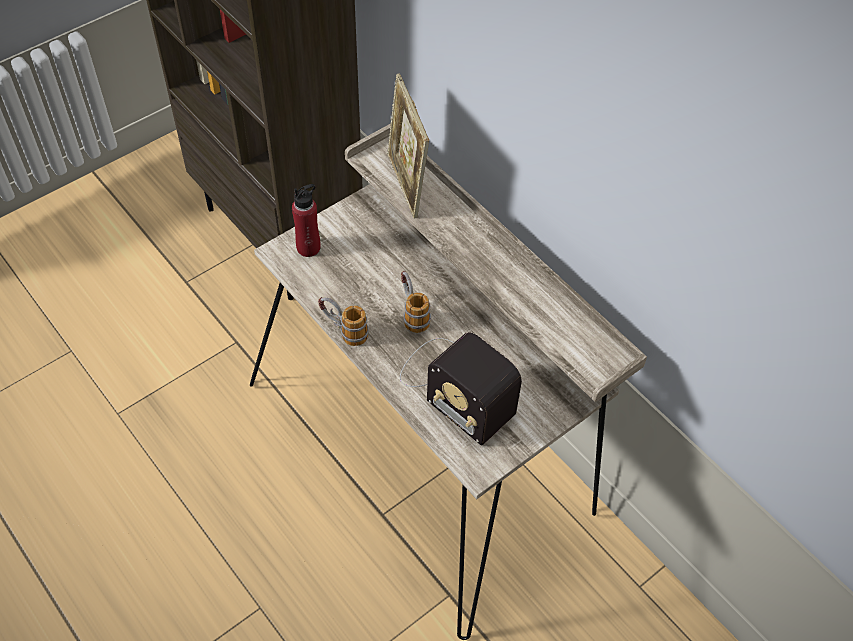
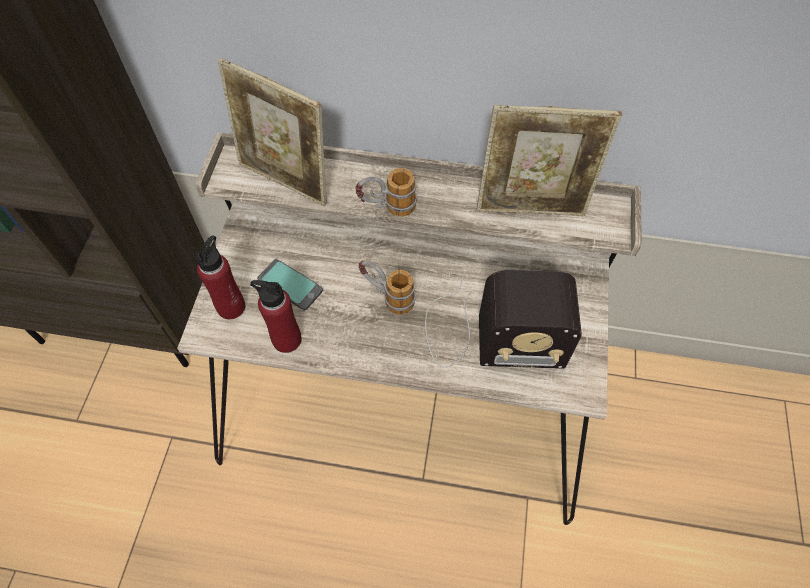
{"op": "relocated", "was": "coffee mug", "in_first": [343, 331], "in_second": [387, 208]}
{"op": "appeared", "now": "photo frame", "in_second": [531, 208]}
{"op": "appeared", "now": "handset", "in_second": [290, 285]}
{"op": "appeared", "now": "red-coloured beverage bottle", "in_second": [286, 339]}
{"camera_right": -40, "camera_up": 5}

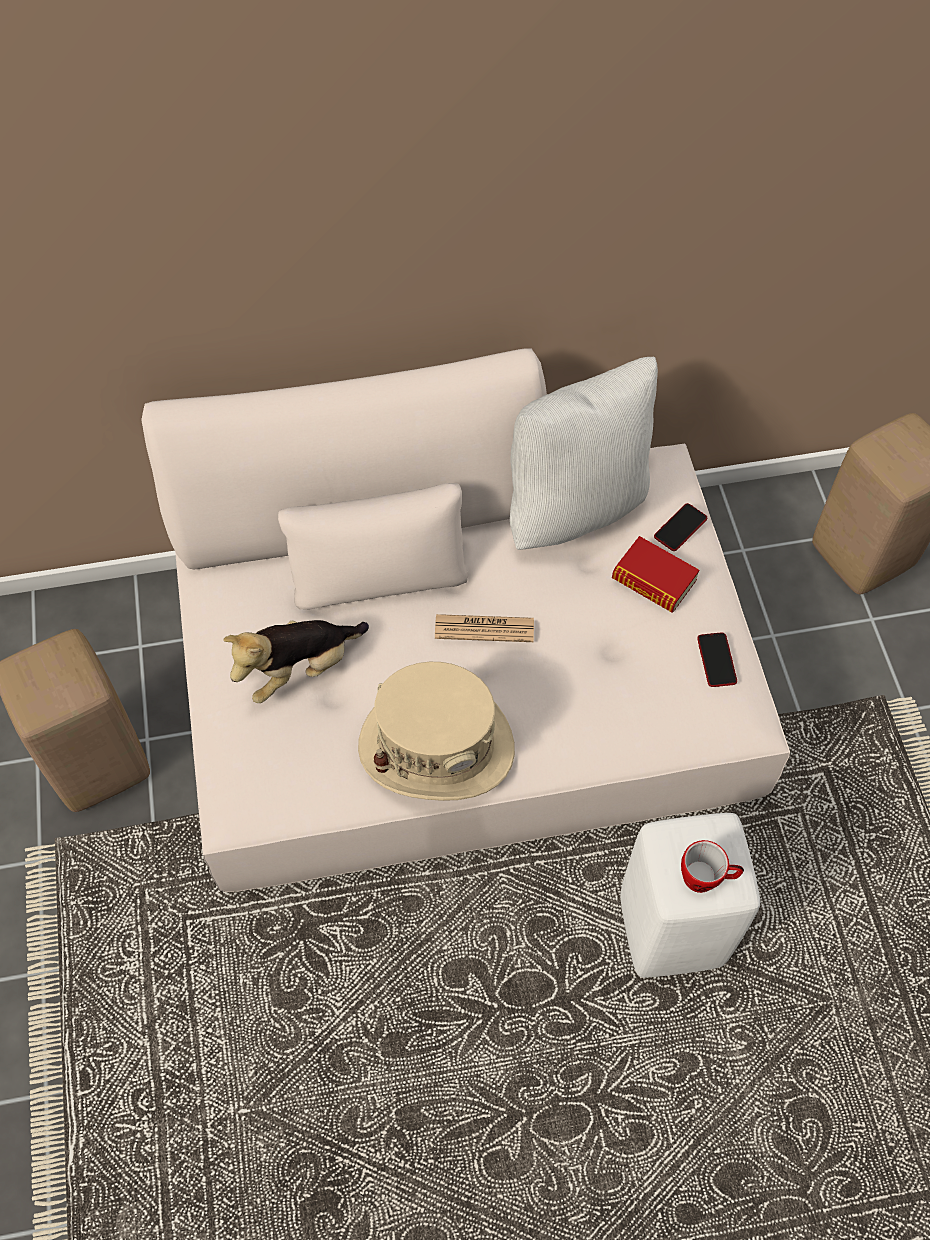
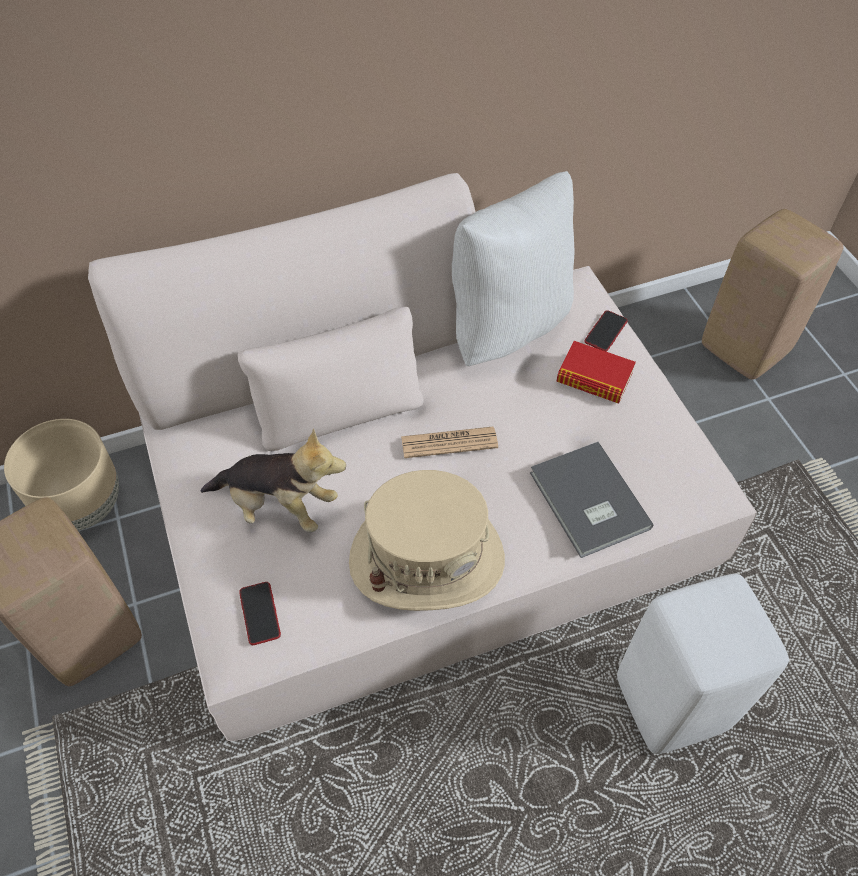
{"op": "spun", "was": "soft toy", "in_first": [300, 669], "in_second": [279, 506], "clockwise": -120}
{"op": "relocated", "was": "handset", "in_first": [716, 660], "in_second": [260, 613]}
{"op": "missing", "was": "coffee mug", "in_first": [706, 878]}
{"op": "appeared", "now": "beige planter", "in_second": [84, 505]}
{"op": "appeared", "now": "greyish volume", "in_second": [587, 503]}
{"camera_right": -10, "camera_up": -5}

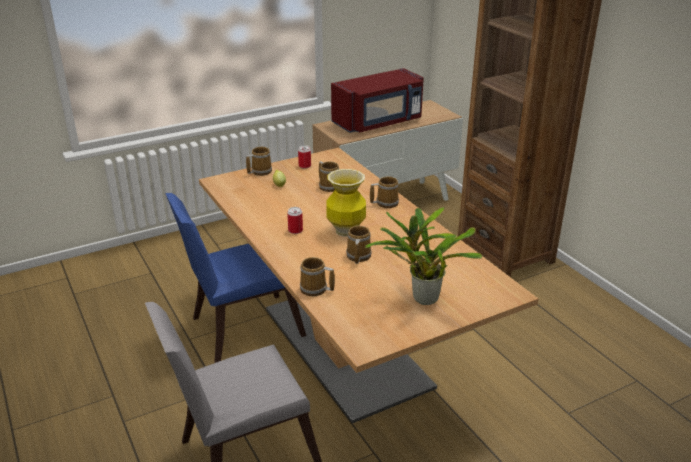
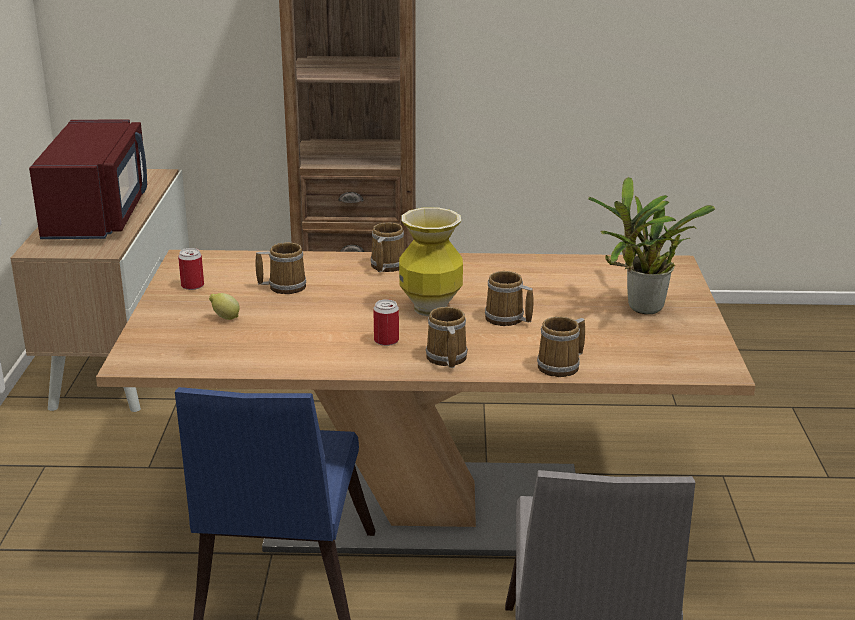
{"op": "relocated", "was": "coffee mug", "in_first": [260, 171], "in_second": [445, 358]}
{"camera_right": -60, "camera_up": -5}

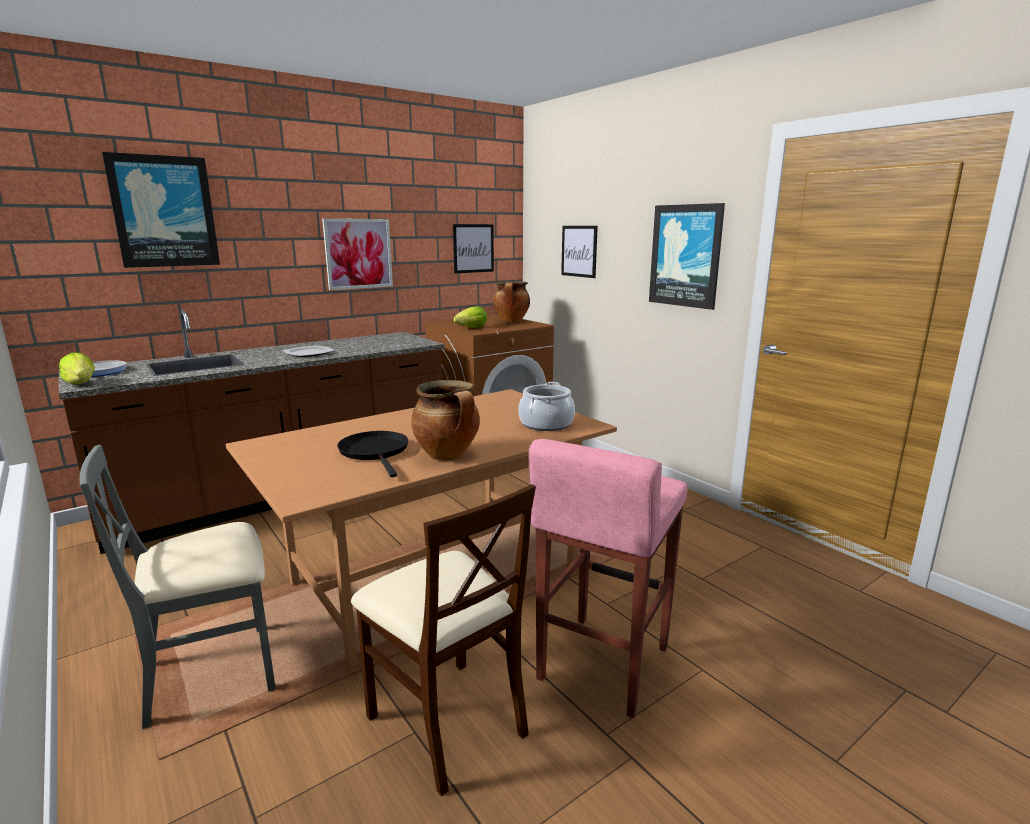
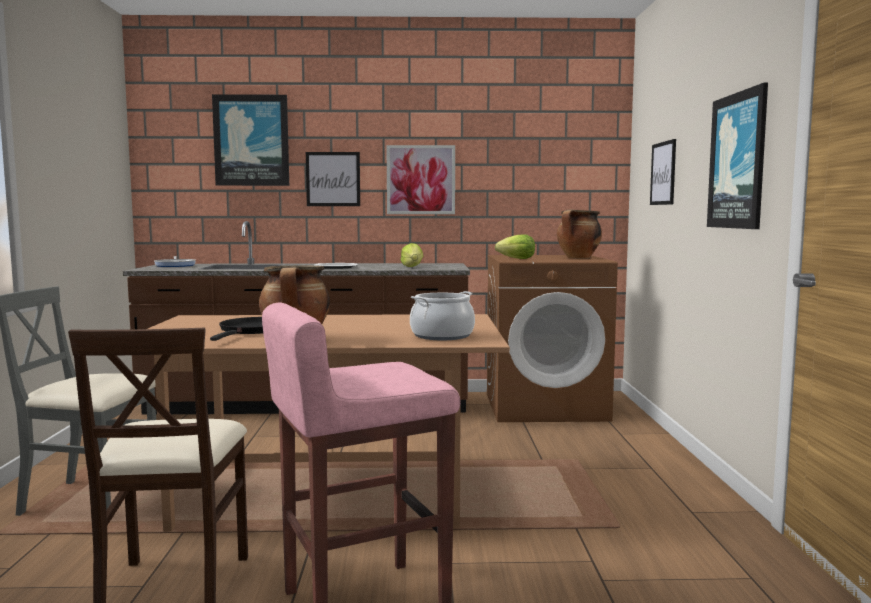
{"op": "relocated", "was": "wall art", "in_first": [473, 248], "in_second": [333, 179]}
{"op": "relocated", "was": "lettuce", "in_first": [81, 384], "in_second": [412, 267]}
{"camera_right": 35, "camera_up": -10}

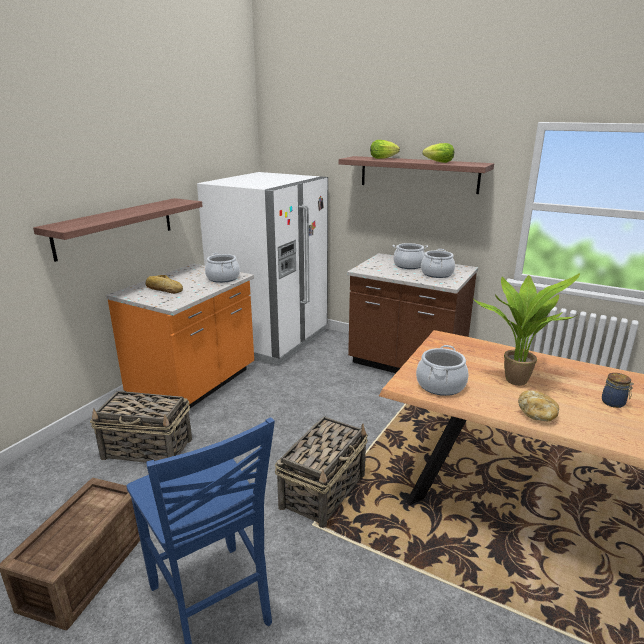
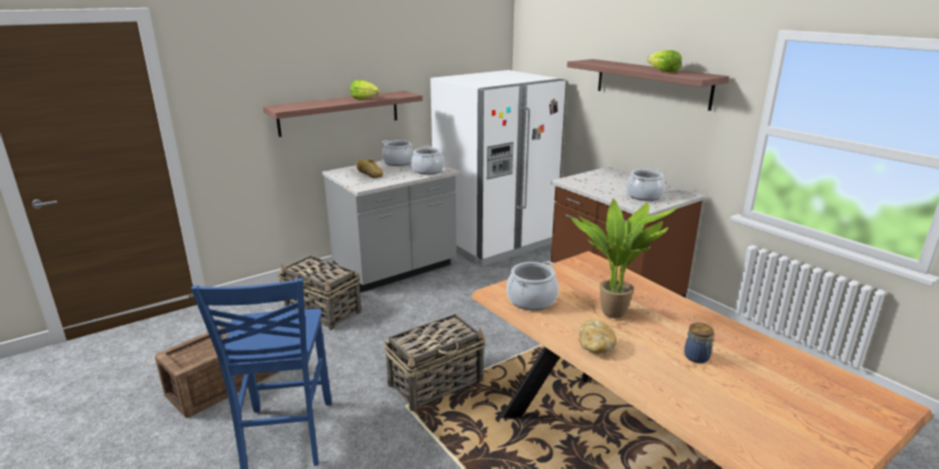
{"op": "relocated", "was": "lettuce", "in_first": [382, 158], "in_second": [364, 99]}
{"op": "relocated", "was": "cooking pot", "in_first": [409, 265], "in_second": [398, 162]}
{"op": "colour", "was": "orange-coloured counter", "now": "greyish counter", "in_first": [195, 386], "in_second": [396, 269]}
{"camera_right": 25, "camera_up": 0}

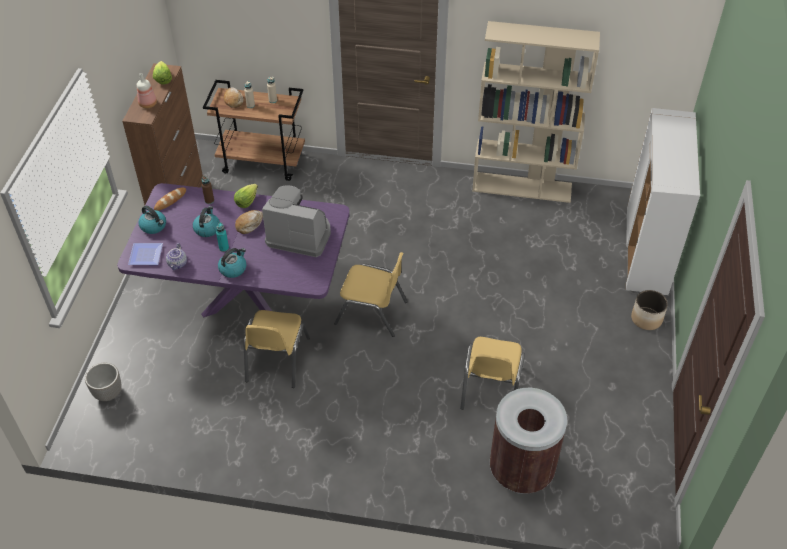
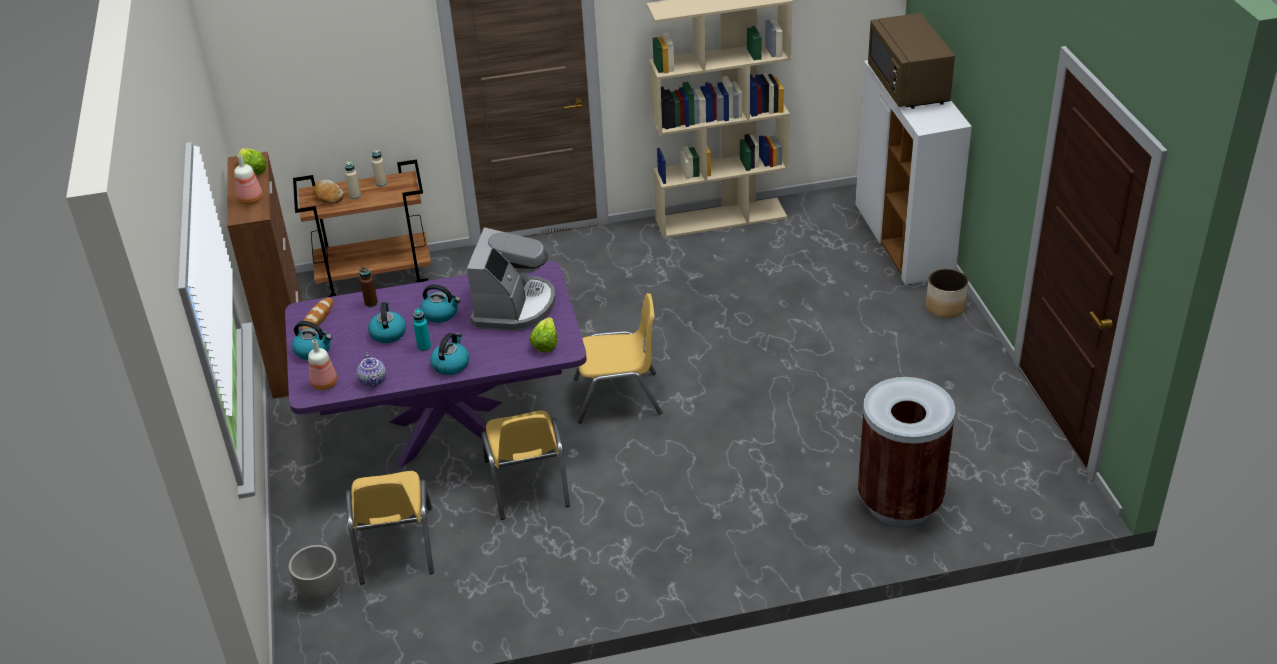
{"op": "relocated", "was": "lettuce", "in_first": [246, 201], "in_second": [545, 343]}
{"op": "spun", "was": "coffee machine", "in_first": [299, 235], "in_second": [513, 306], "clockwise": 105}
{"op": "exchanged", "was": "baked bread", "now": "tea kettle", "in_first": [249, 224], "in_second": [441, 313]}
{"op": "exchanged", "was": "dinner plate", "now": "beverage bottle", "in_first": [147, 256], "in_second": [325, 384]}
{"op": "relocated", "was": "yellow upright chair", "in_first": [490, 388], "in_second": [395, 546]}
{"op": "appeared", "now": "brown microwave", "in_second": [908, 86]}
{"camera_right": -20, "camera_up": -10}

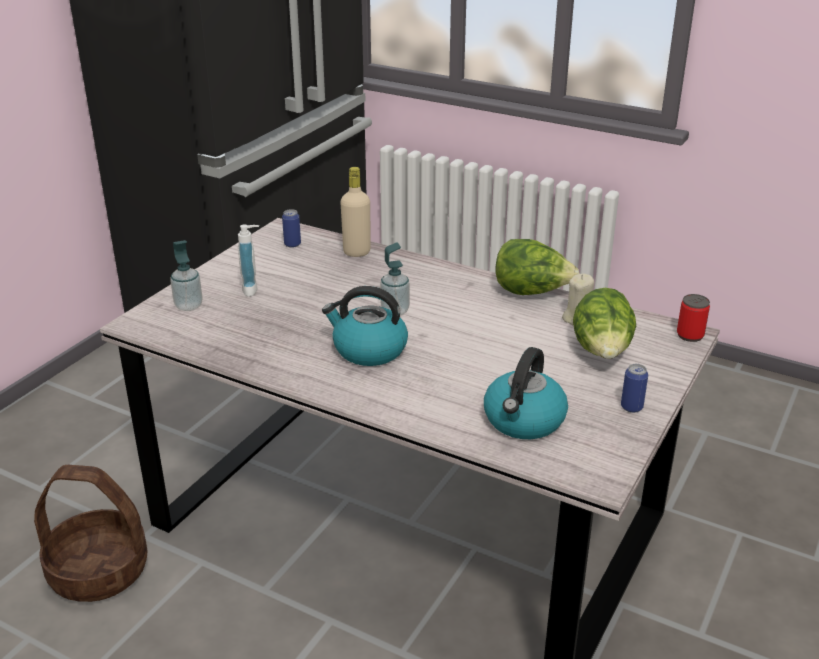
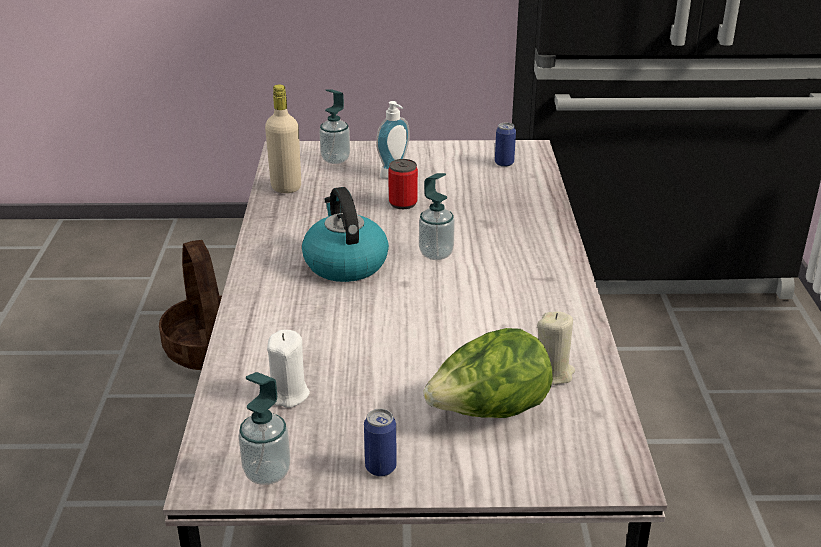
{"op": "relocated", "was": "beige beverage bottle", "in_first": [356, 252], "in_second": [286, 187]}
{"op": "missing", "was": "lettuce", "in_first": [531, 292]}
{"op": "relocated", "was": "can", "in_first": [690, 335], "in_second": [403, 203]}
{"op": "exchanged", "was": "tea kettle", "now": "whitish wax candle", "in_first": [524, 421], "in_second": [288, 394]}
{"op": "appeared", "now": "liquid soap bottle", "in_second": [267, 473]}
{"camera_right": 60, "camera_up": 0}

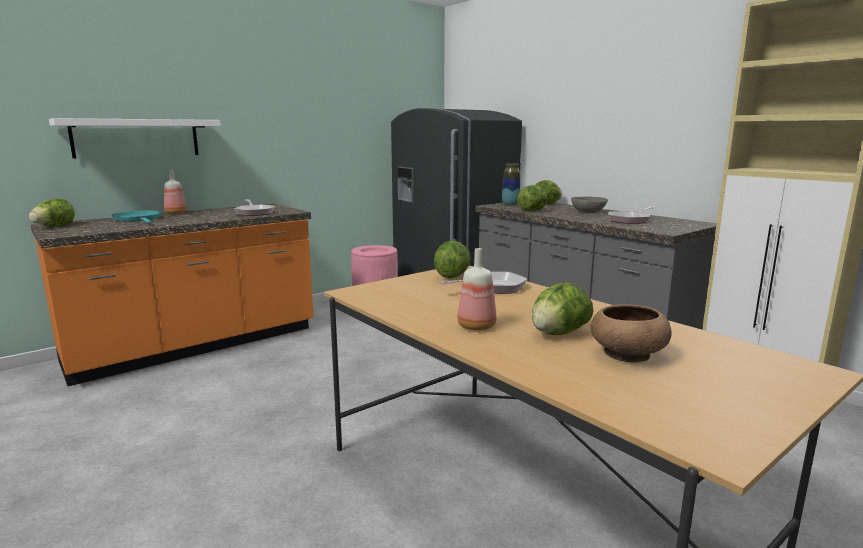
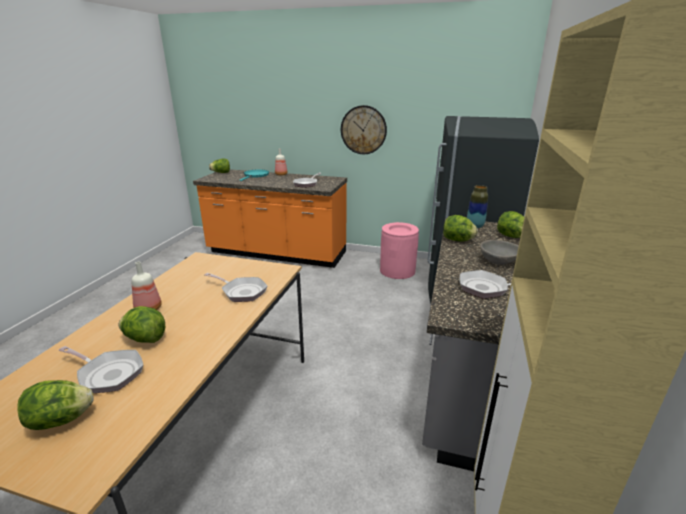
{"op": "missing", "was": "whitish bracket shelf", "in_first": [136, 138]}
{"op": "relocated", "was": "lettuce", "in_first": [452, 276], "in_second": [61, 420]}
{"op": "exchanged", "was": "brown deep dish", "now": "pan", "in_first": [626, 354], "in_second": [108, 373]}
{"op": "appeared", "now": "wall clock", "in_second": [363, 130]}
{"camera_right": 55, "camera_up": 10}

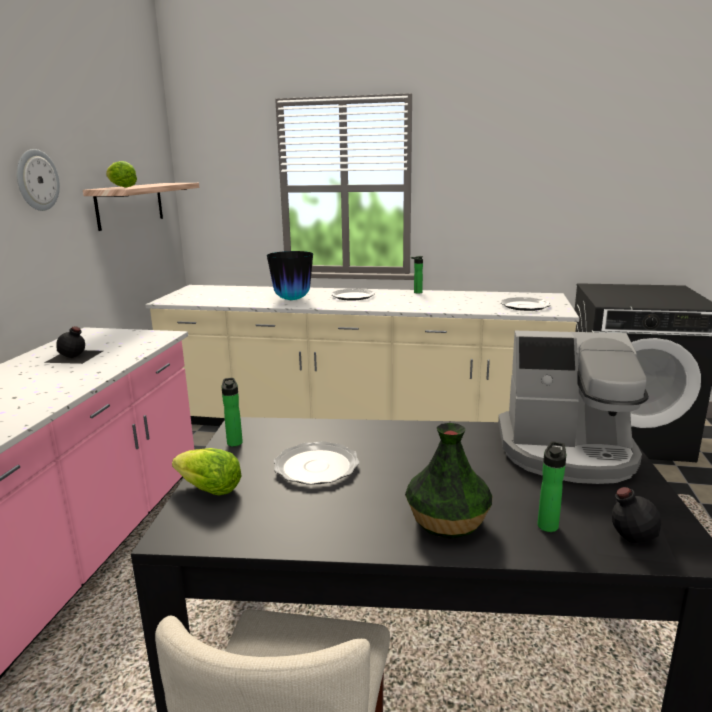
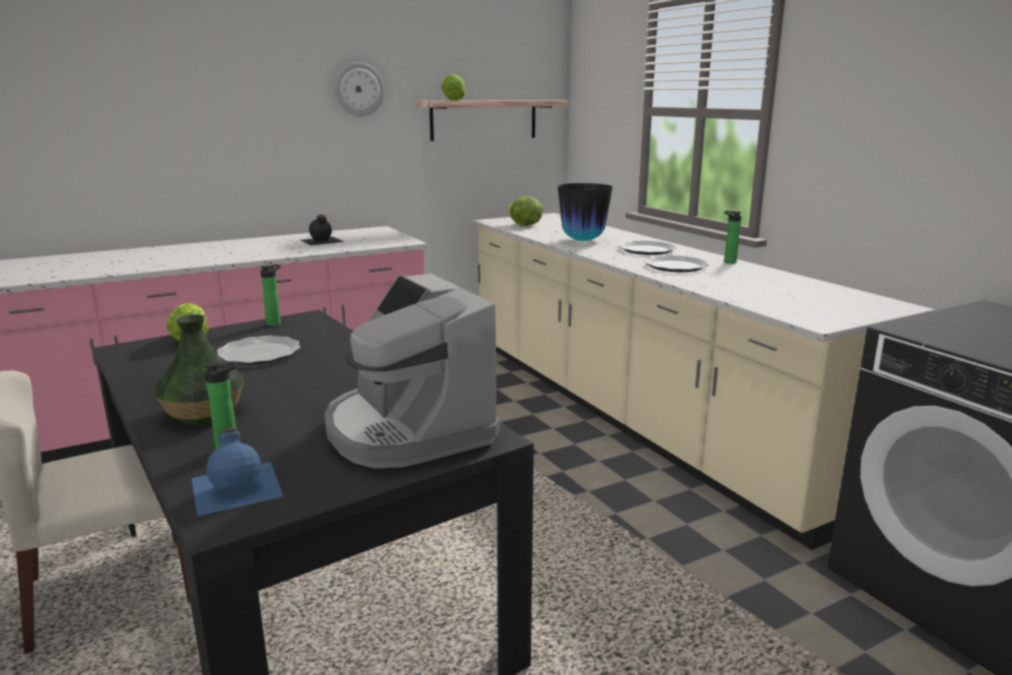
{"op": "relocated", "was": "dinner plate", "in_first": [525, 306], "in_second": [675, 266]}
{"op": "colour", "was": "black-coloured beverage bottle", "now": "blue beverage bottle", "in_first": [627, 535], "in_second": [237, 486]}
{"op": "appeared", "now": "lettuce", "in_second": [524, 225]}
{"camera_right": 50, "camera_up": 0}

